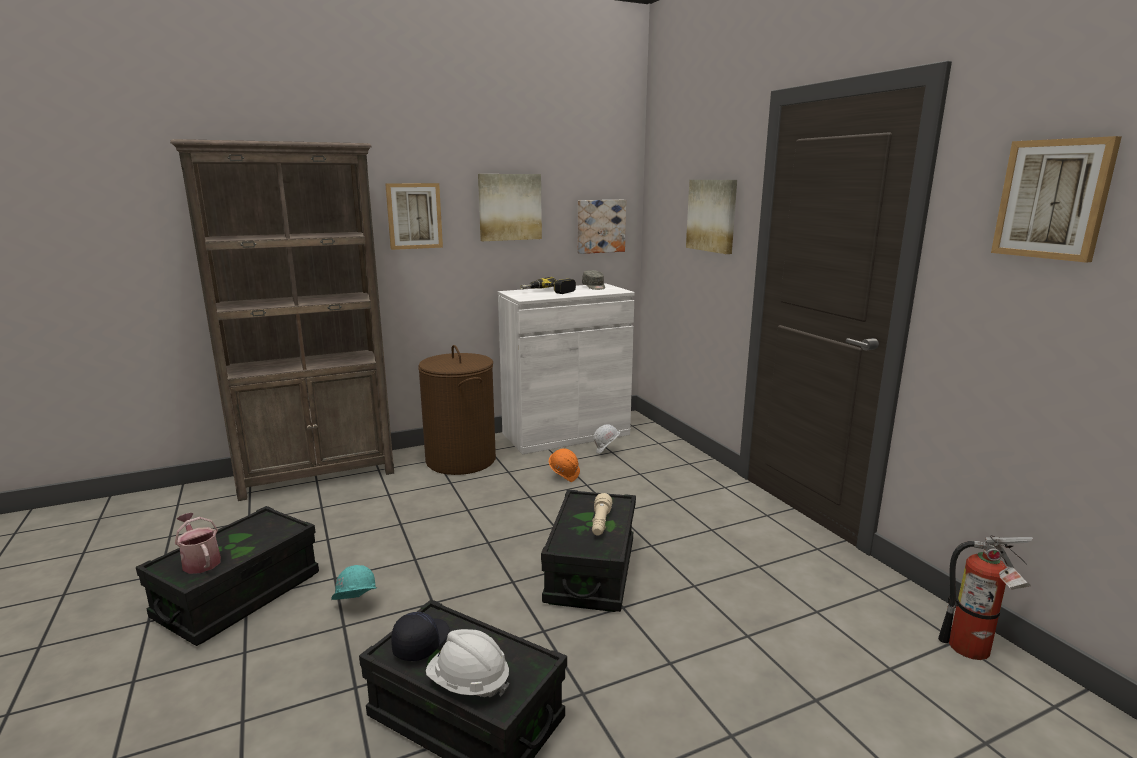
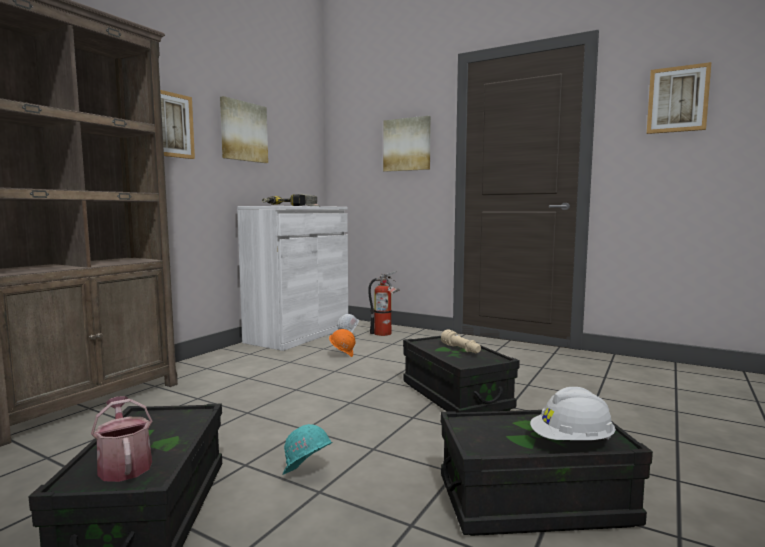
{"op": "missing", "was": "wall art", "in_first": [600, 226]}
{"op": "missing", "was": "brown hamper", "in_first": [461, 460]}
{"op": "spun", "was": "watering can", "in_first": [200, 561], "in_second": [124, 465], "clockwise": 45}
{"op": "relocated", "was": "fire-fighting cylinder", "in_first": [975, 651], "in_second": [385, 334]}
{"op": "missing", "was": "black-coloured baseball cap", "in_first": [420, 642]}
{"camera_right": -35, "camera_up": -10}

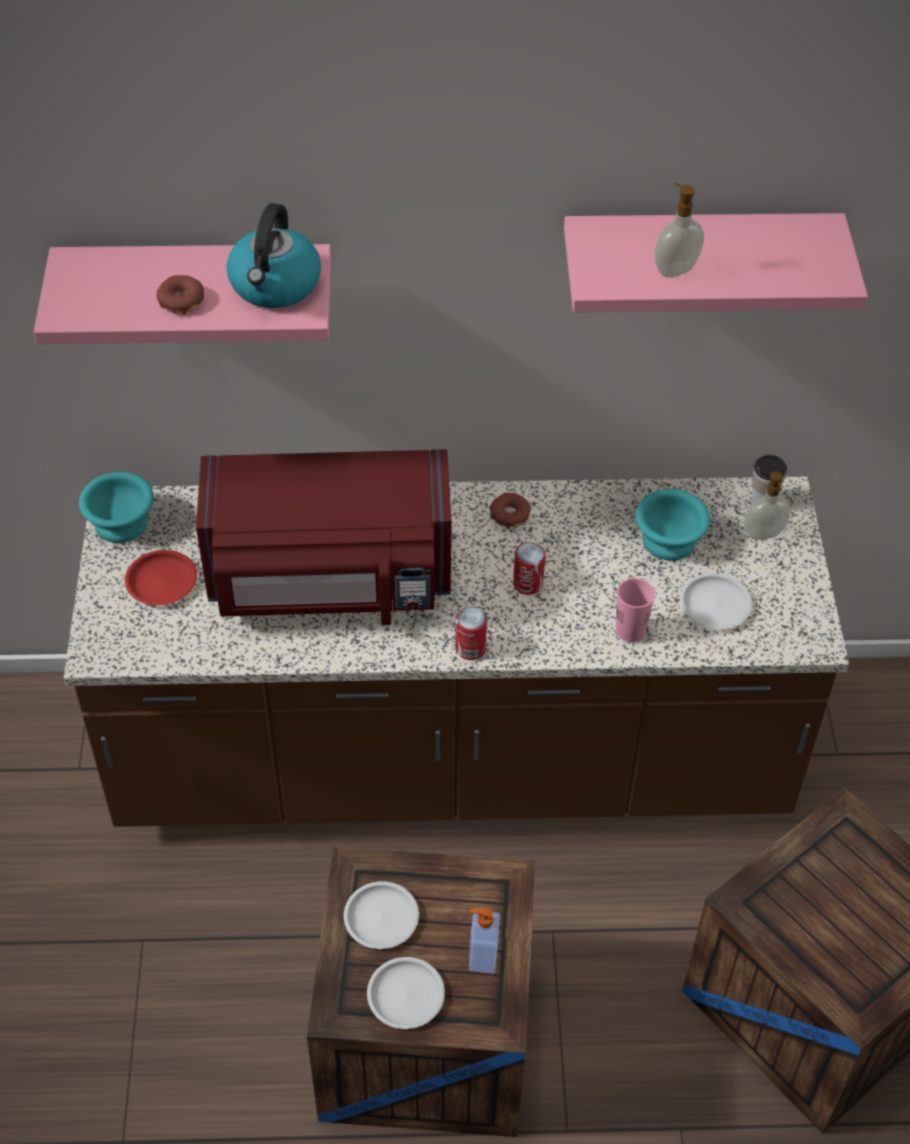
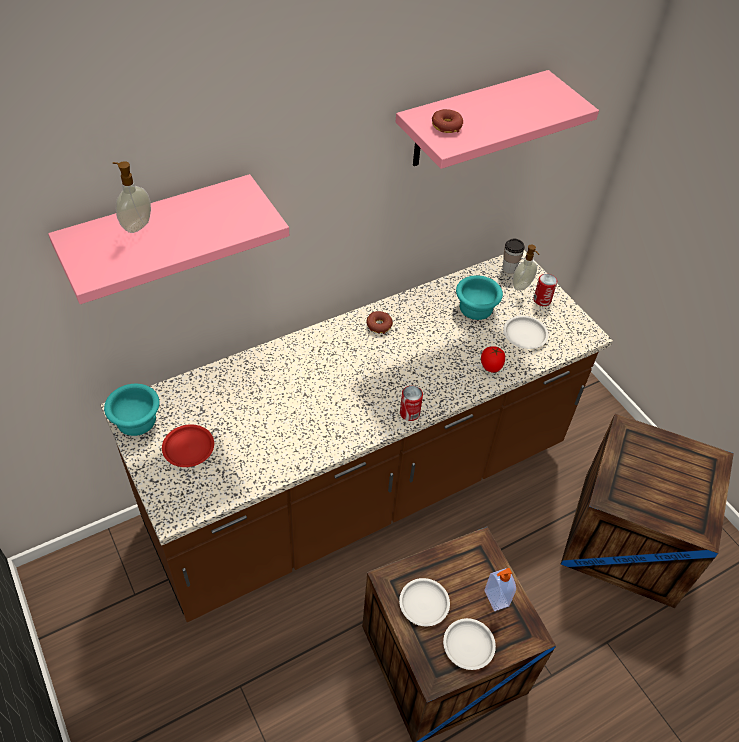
{"op": "relocated", "was": "liquid soap bottle", "in_first": [675, 269], "in_second": [136, 225]}
{"op": "missing", "was": "tea kettle", "in_first": [275, 286]}
{"op": "relocated", "was": "donut", "in_first": [181, 300], "in_second": [446, 126]}
{"op": "missing", "was": "red-coloured microwave", "in_first": [329, 581]}
{"op": "relocated", "was": "can", "in_first": [528, 584], "in_second": [542, 300]}
{"op": "exchanged", "was": "pink cup", "now": "fresh tomato", "in_first": [630, 631], "in_second": [491, 367]}
{"camera_right": -30, "camera_up": 0}

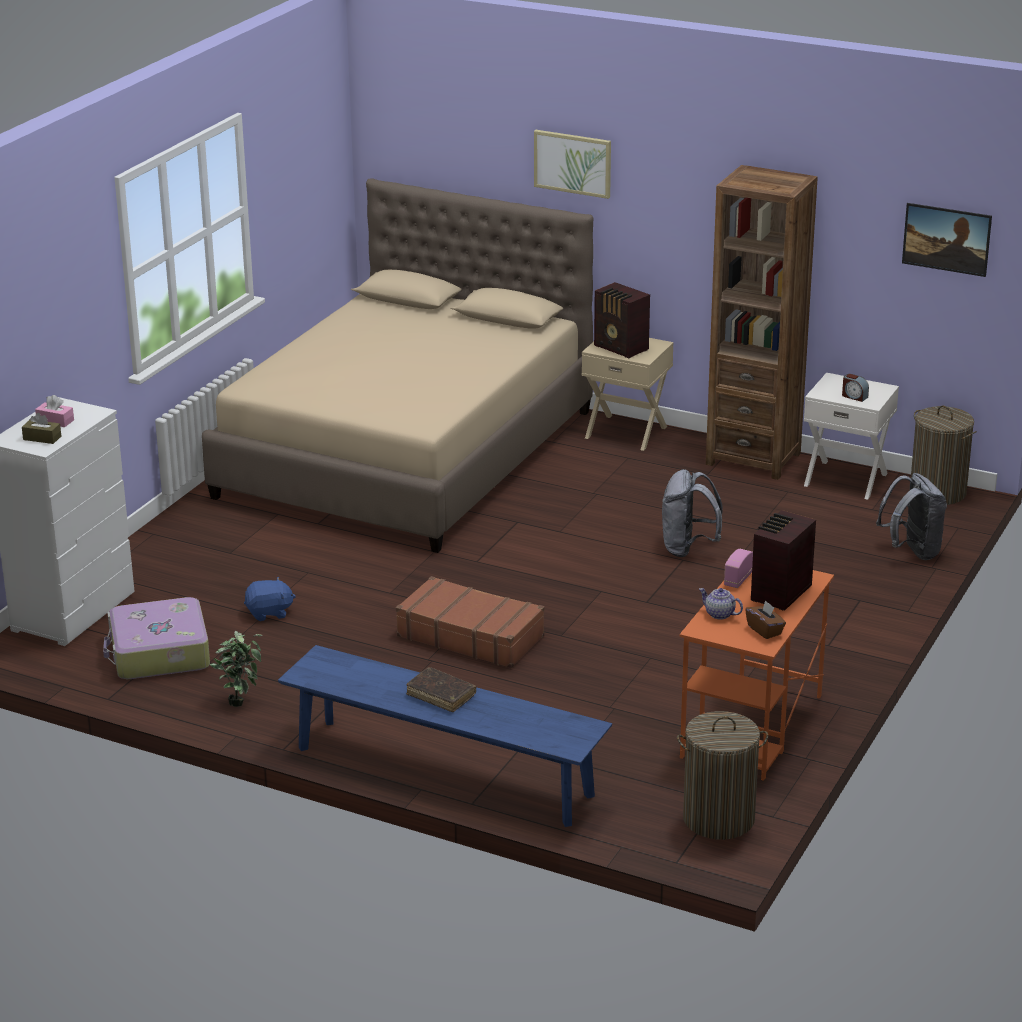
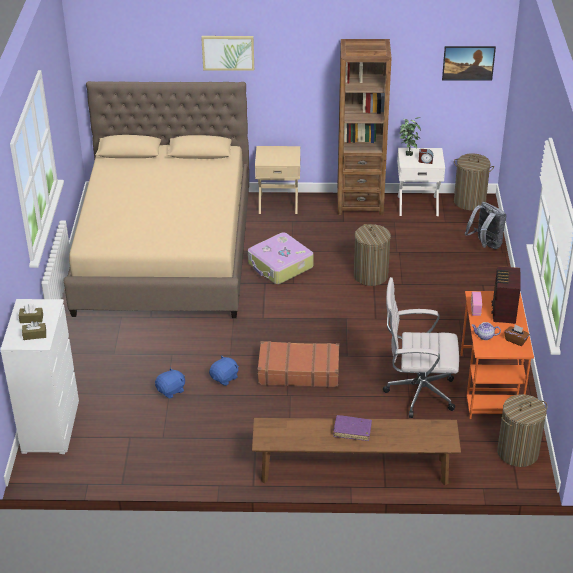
{"op": "missing", "was": "radio", "in_first": [621, 348]}
{"op": "colour", "was": "pink box of tissues", "now": "brown box of tissues", "in_first": [55, 421], "in_second": [31, 319]}
{"op": "exchanged", "was": "greyish rucksack", "now": "hamper", "in_first": [688, 548], "in_second": [371, 275]}
{"op": "relocated", "was": "travel case", "in_first": [159, 653], "in_second": [280, 266]}
{"op": "relocated", "was": "potted plant", "in_first": [240, 700], "in_second": [408, 153]}
{"op": "colour", "was": "blue indoor bench", "now": "brown indoor bench", "in_first": [443, 772], "in_second": [354, 470]}
{"op": "colour", "was": "brown volume", "now": "purple volume", "in_first": [441, 695], "in_second": [352, 431]}
{"op": "appeared", "now": "whitish office chair", "in_second": [417, 393]}
{"op": "appeared", "now": "blue soft toy", "in_second": [225, 378]}
{"camera_right": -25, "camera_up": 10}

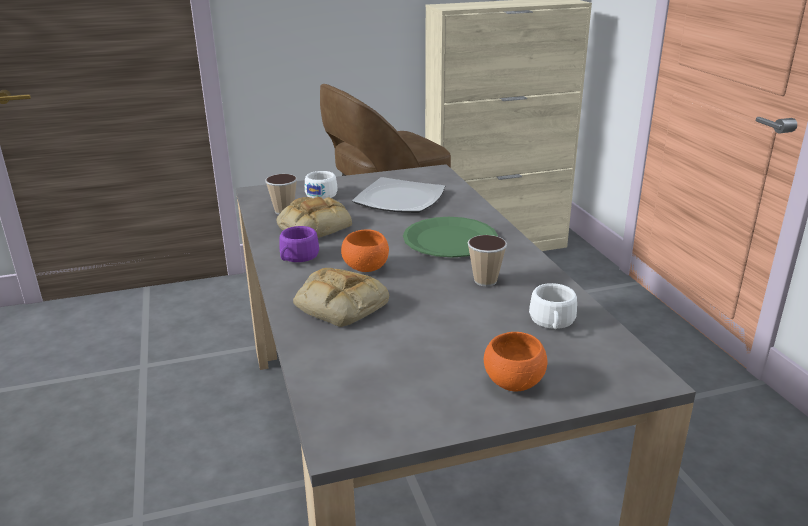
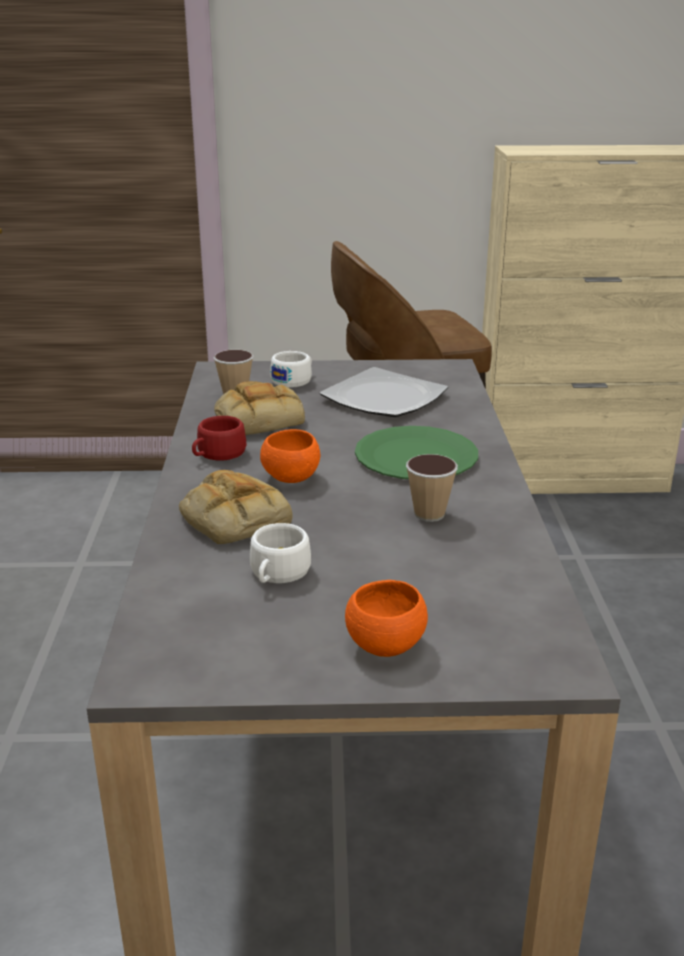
{"op": "colour", "was": "purple cup", "now": "red-coloured cup", "in_first": [297, 257], "in_second": [217, 454]}
{"op": "relocated", "was": "whitish cup", "in_first": [552, 322], "in_second": [277, 574]}
{"camera_right": 15, "camera_up": 0}

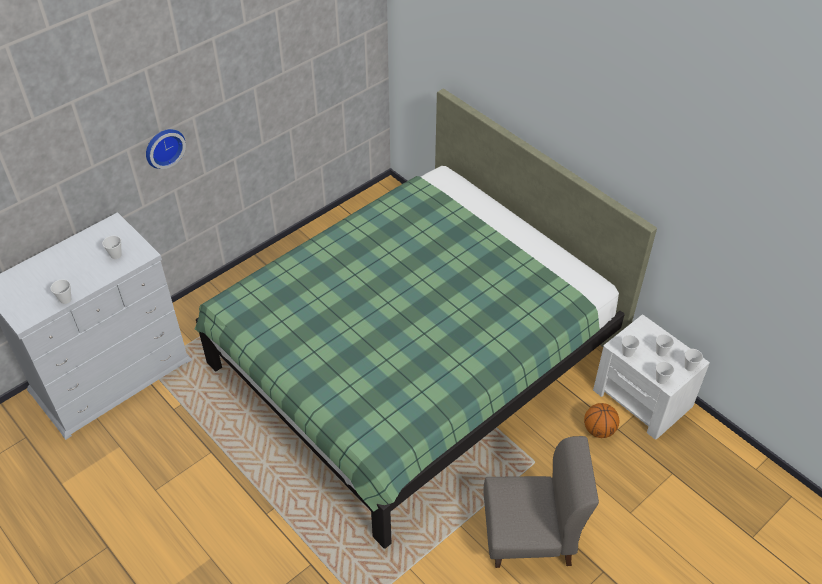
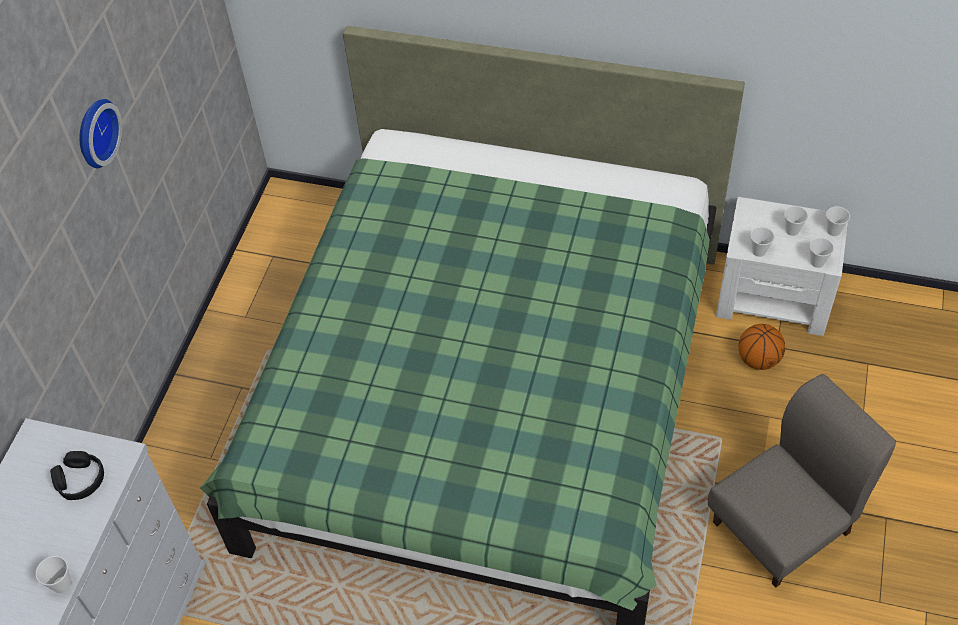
{"op": "relocated", "was": "wall clock", "in_first": [163, 147], "in_second": [94, 132]}
{"op": "exchanged", "was": "cup", "now": "black-coloured pair of headphones", "in_first": [116, 255], "in_second": [80, 480]}
{"camera_right": -30, "camera_up": 5}

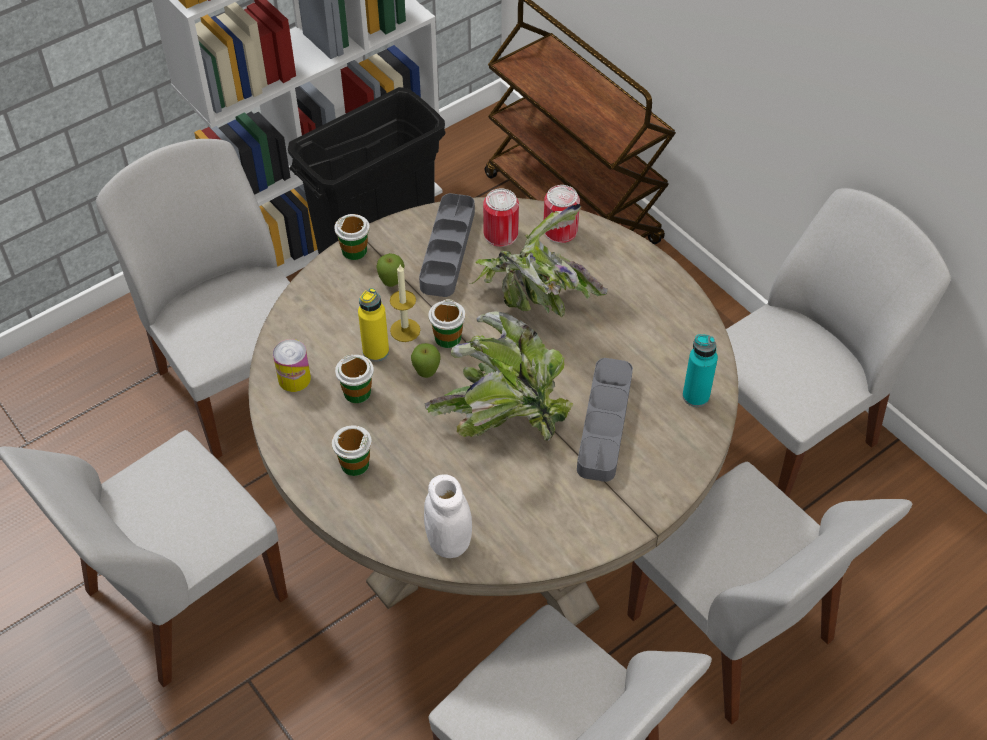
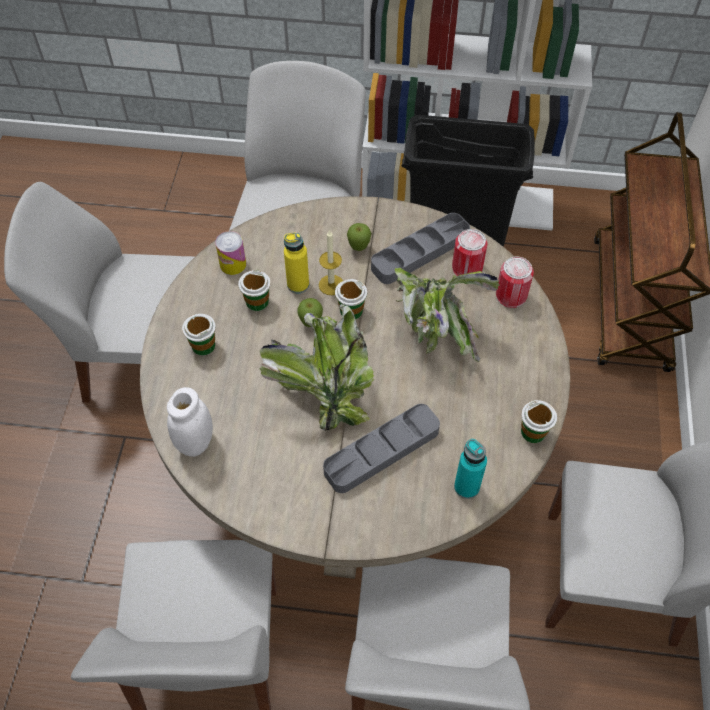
{"op": "relocated", "was": "cup", "in_first": [354, 251], "in_second": [533, 432]}
{"camera_right": 45, "camera_up": 5}

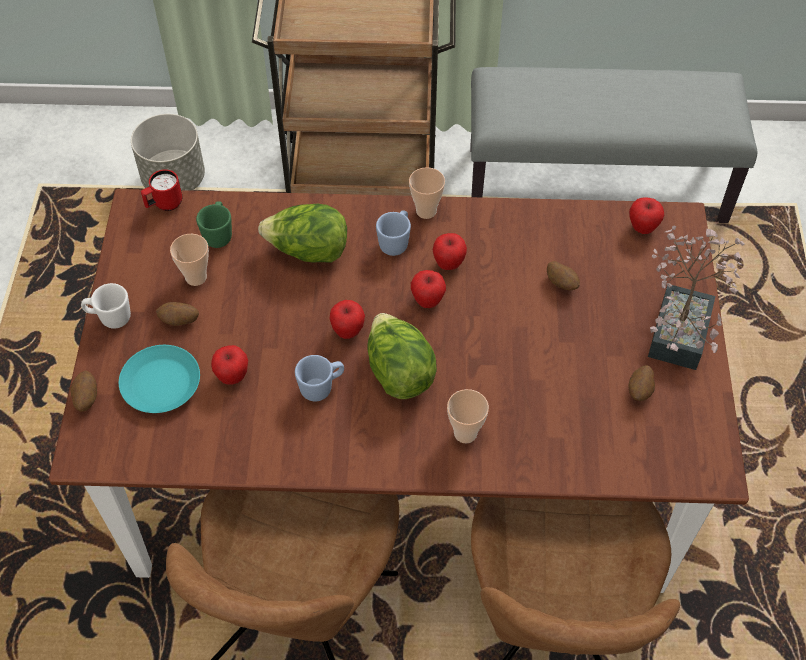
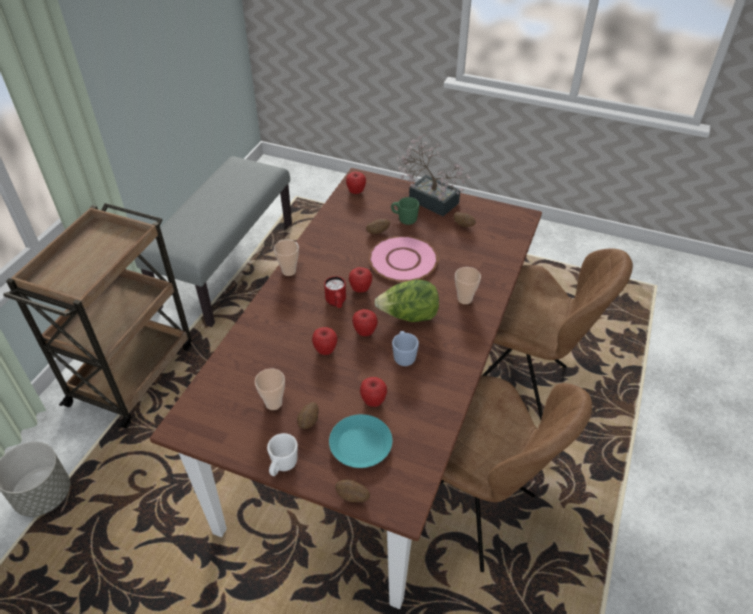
{"op": "relocated", "was": "red-coloured coffee mug", "in_first": [164, 205], "in_second": [336, 303]}
{"op": "relocated", "was": "green-coloured coffee mug", "in_first": [219, 234], "in_second": [404, 219]}
{"op": "missing", "was": "lettuce", "in_first": [308, 251]}
{"op": "missing", "was": "blue coffee mug", "in_first": [396, 242]}
{"op": "relocated", "was": "apple", "in_first": [448, 264], "in_second": [325, 350]}
{"op": "appeared", "now": "pink dinner plate", "in_second": [403, 260]}
{"camera_right": -70, "camera_up": -10}

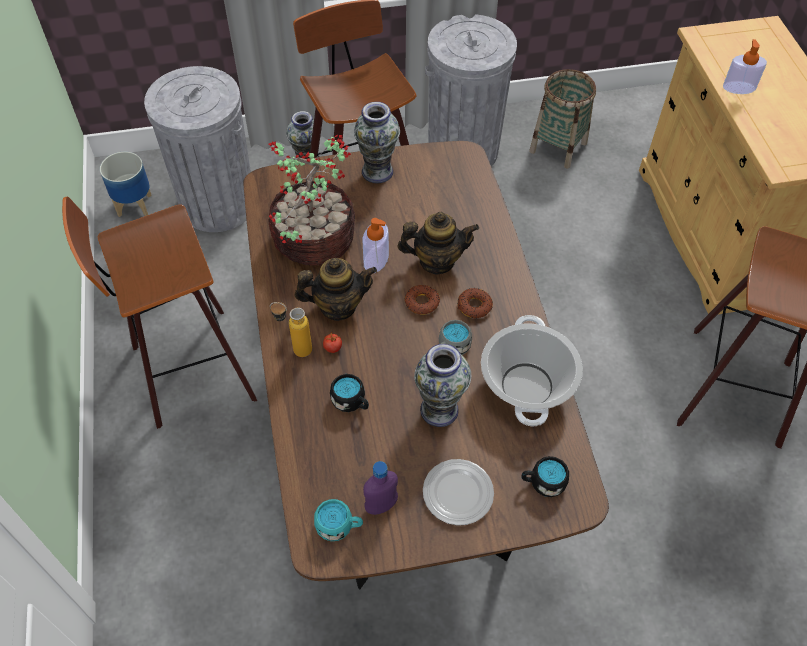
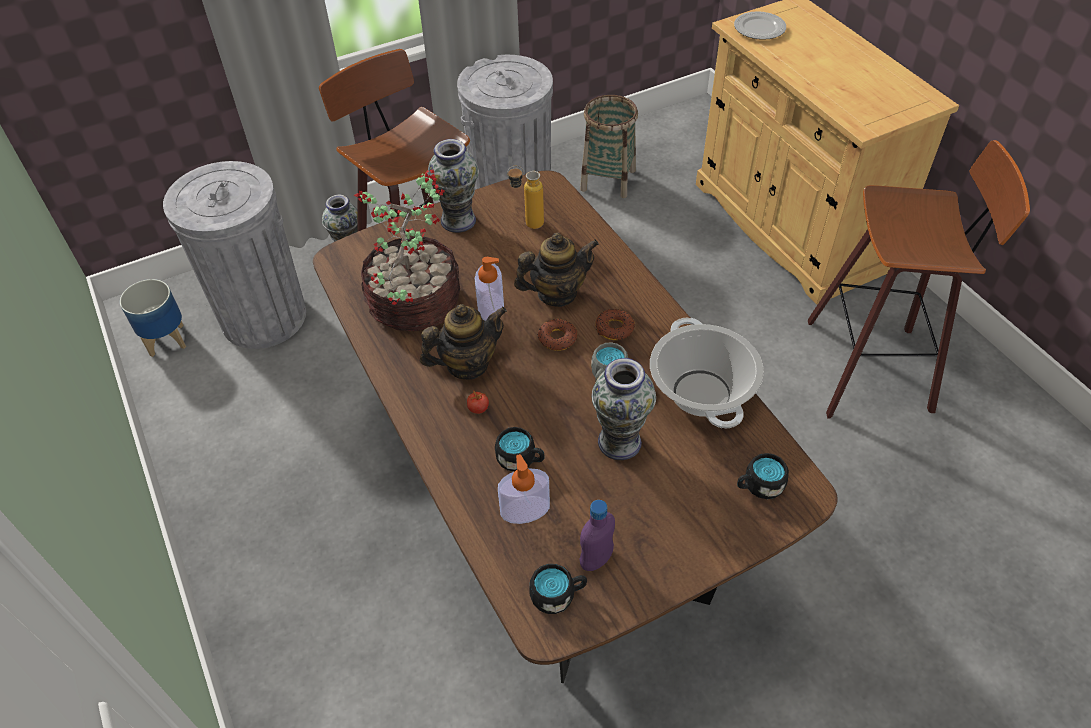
{"op": "relocated", "was": "liquid soap bottle", "in_first": [739, 87], "in_second": [525, 510]}
{"op": "missing", "was": "stool", "in_first": [188, 371]}
{"op": "relocated", "was": "beverage bottle", "in_first": [295, 349], "in_second": [527, 224]}
{"op": "relocated", "was": "dinner plate", "in_first": [457, 493], "in_second": [759, 28]}
{"op": "colour", "was": "blue-green coffee mug", "now": "black-coloured coffee mug", "in_first": [339, 526], "in_second": [558, 595]}
{"camera_right": -15, "camera_up": -5}

